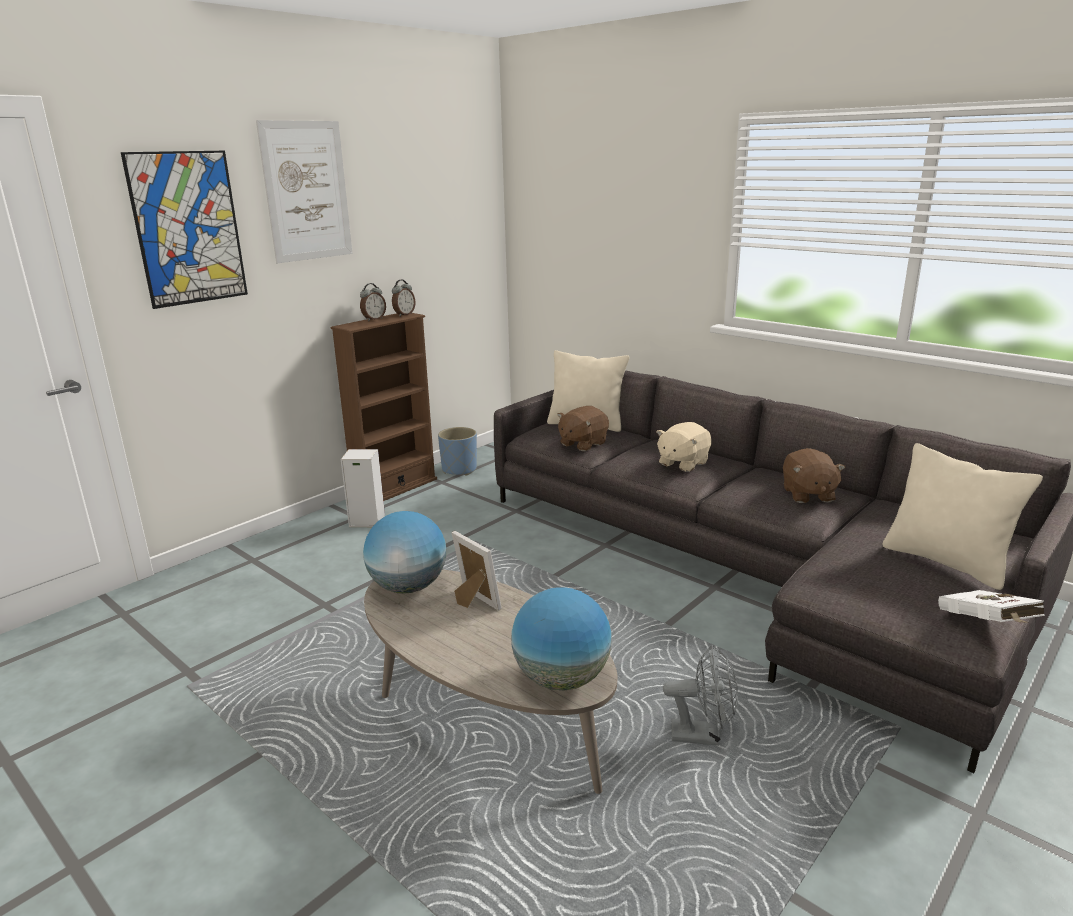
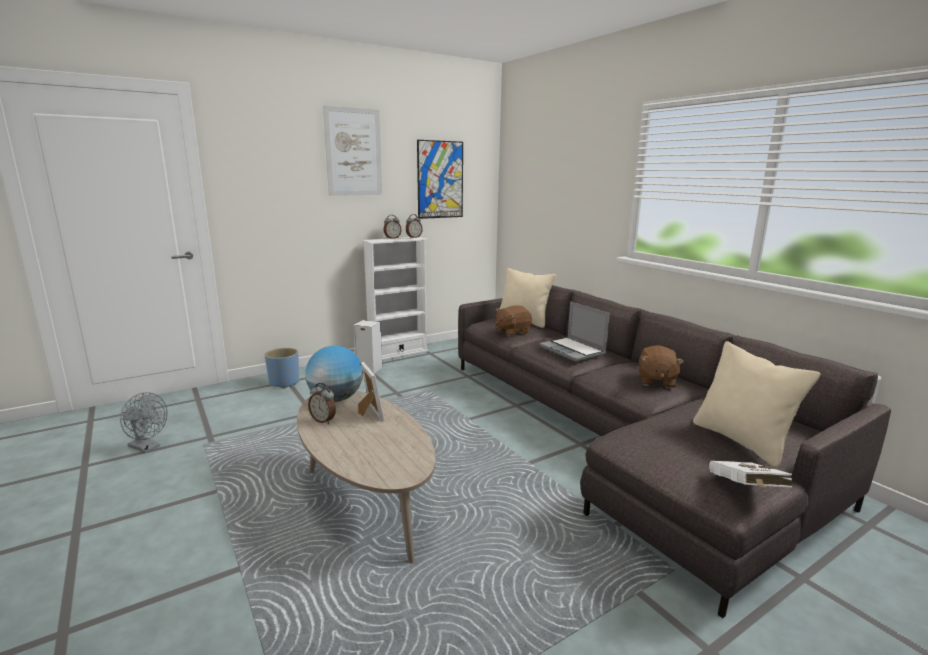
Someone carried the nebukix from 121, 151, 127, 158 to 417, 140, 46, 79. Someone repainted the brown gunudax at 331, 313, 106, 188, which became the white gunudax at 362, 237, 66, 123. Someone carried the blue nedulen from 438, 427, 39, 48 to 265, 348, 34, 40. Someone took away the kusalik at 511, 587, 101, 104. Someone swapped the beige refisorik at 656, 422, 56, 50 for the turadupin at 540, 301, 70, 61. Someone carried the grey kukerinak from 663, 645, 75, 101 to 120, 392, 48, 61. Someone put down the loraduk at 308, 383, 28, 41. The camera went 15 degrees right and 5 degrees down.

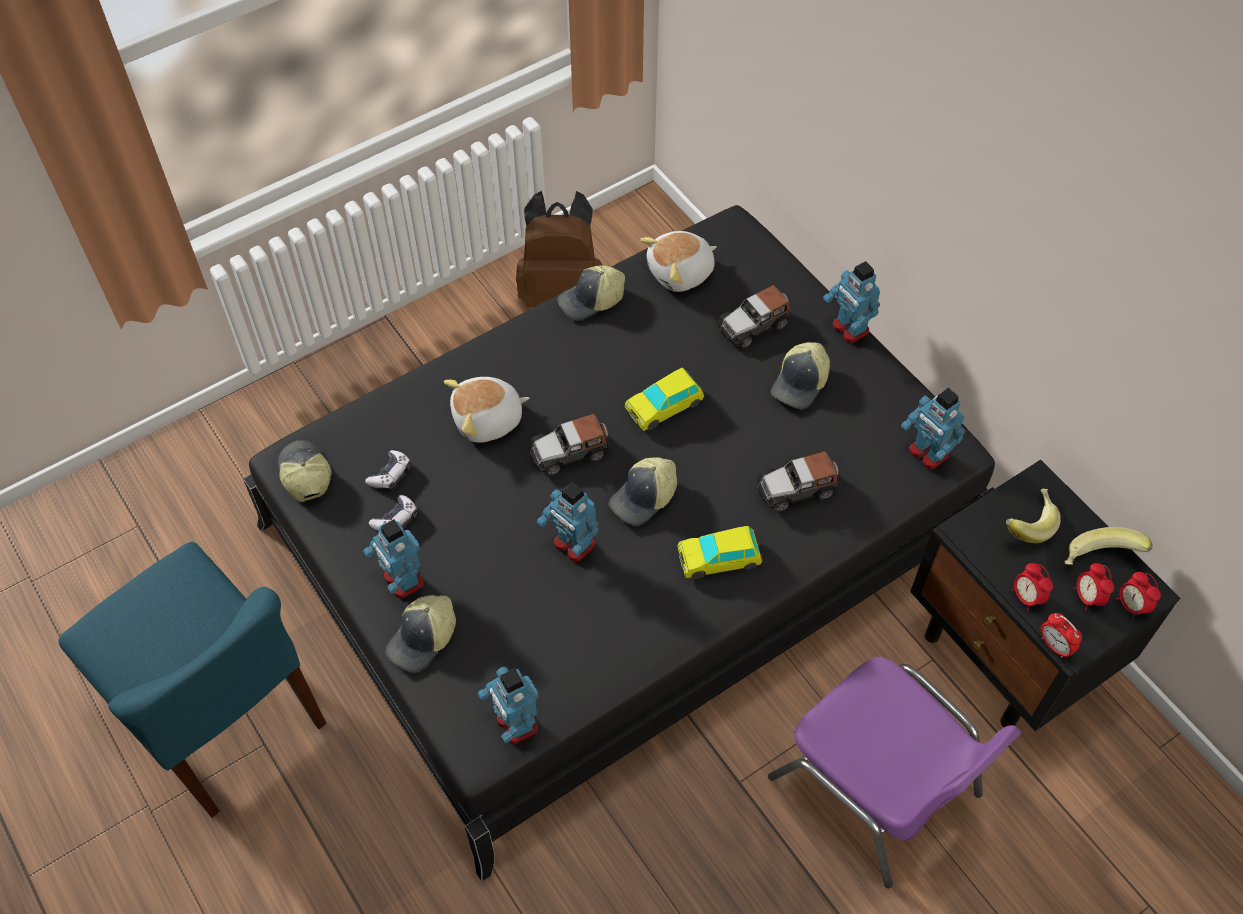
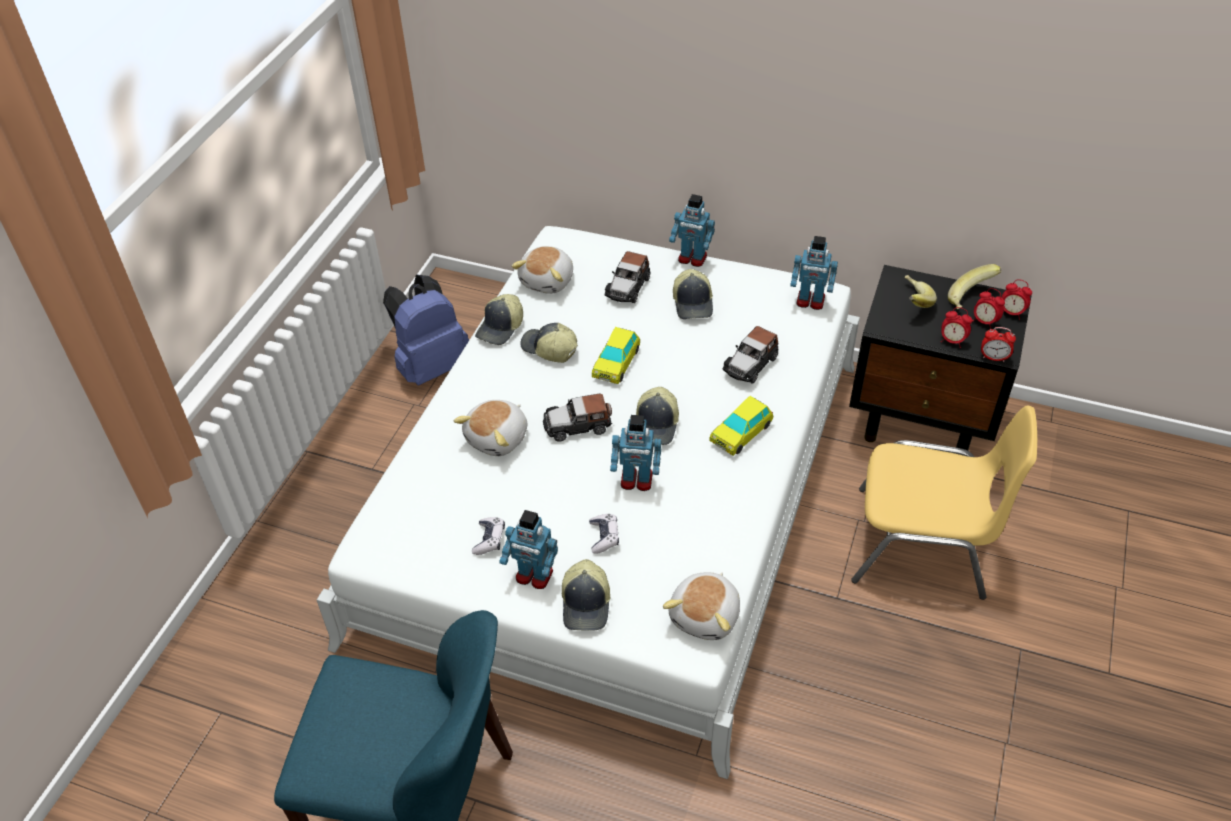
Someone repainted the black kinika at 243, 205, 752, 676, which became the white kinika at 317, 226, 543, 553. Someone carried the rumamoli from 278, 440, 54, 62 to 520, 323, 58, 40. Someone carried the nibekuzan from 365, 450, 46, 39 to 589, 514, 30, 40. Someone swapped the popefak at 478, 667, 60, 77 for the refisorik at 663, 572, 77, 68. Someone repainted the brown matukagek at 516, 191, 87, 116, which became the blue matukagek at 383, 275, 86, 110. Someone rotated the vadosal at 529, 414, 80, 61 by 45 degrees clockwise. Someone repainted the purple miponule at 768, 657, 253, 231, which became the yellow miponule at 851, 405, 186, 195. The camera went 35 degrees left and 10 degrees down.

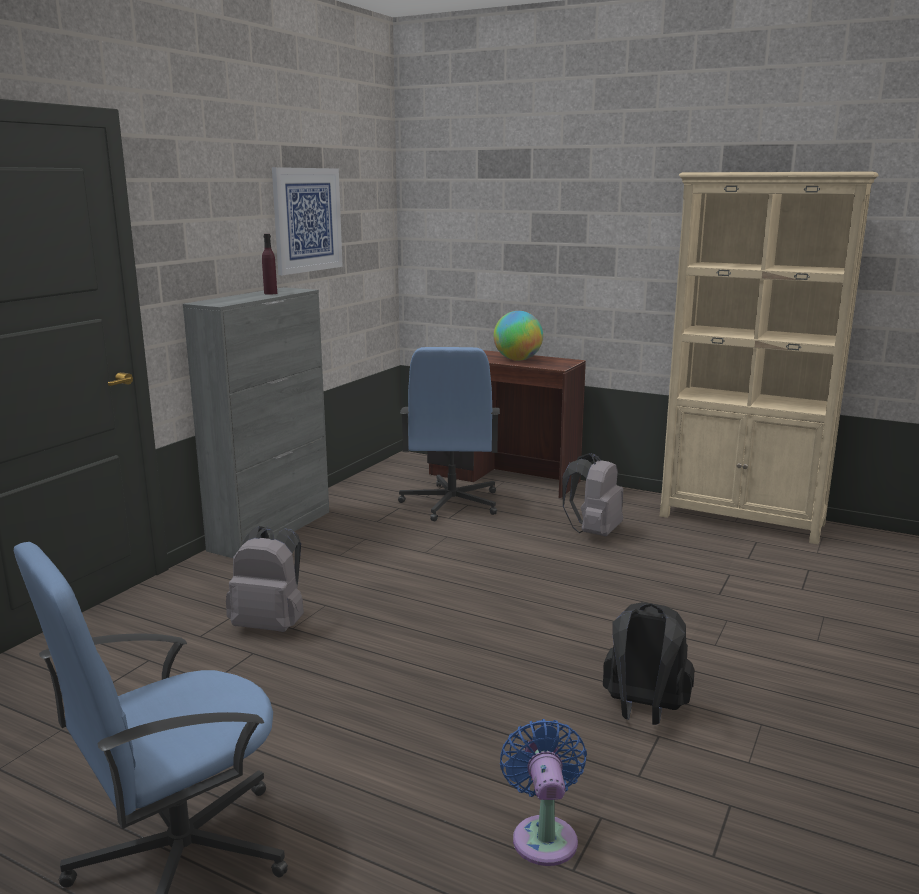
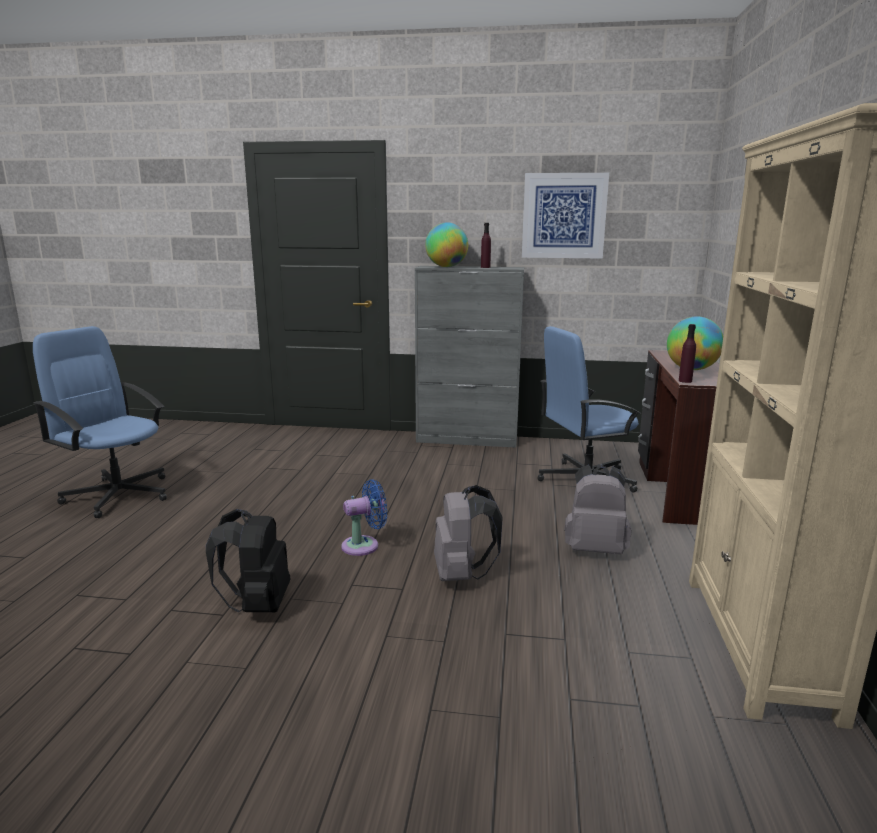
Someone carried the grey matukagek from 226, 526, 78, 106 to 434, 485, 68, 96. Someone carried the blue kukerinak from 500, 719, 87, 147 to 341, 479, 46, 77. Someone put down the kusalik at 425, 222, 43, 45. Someone put down the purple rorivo at 679, 324, 17, 59. The camera went 70 degrees right and 0 degrees up.

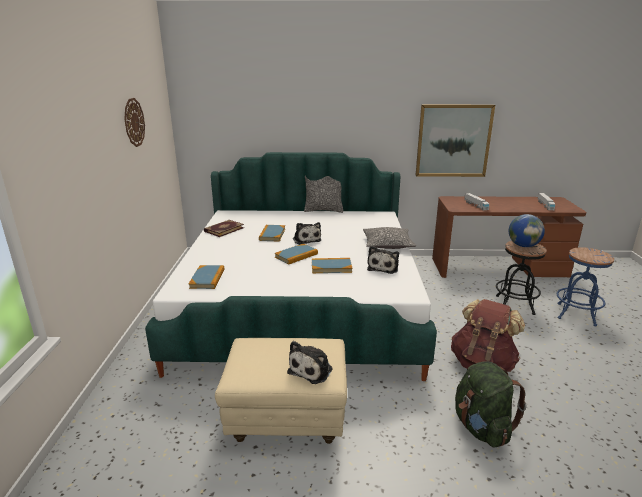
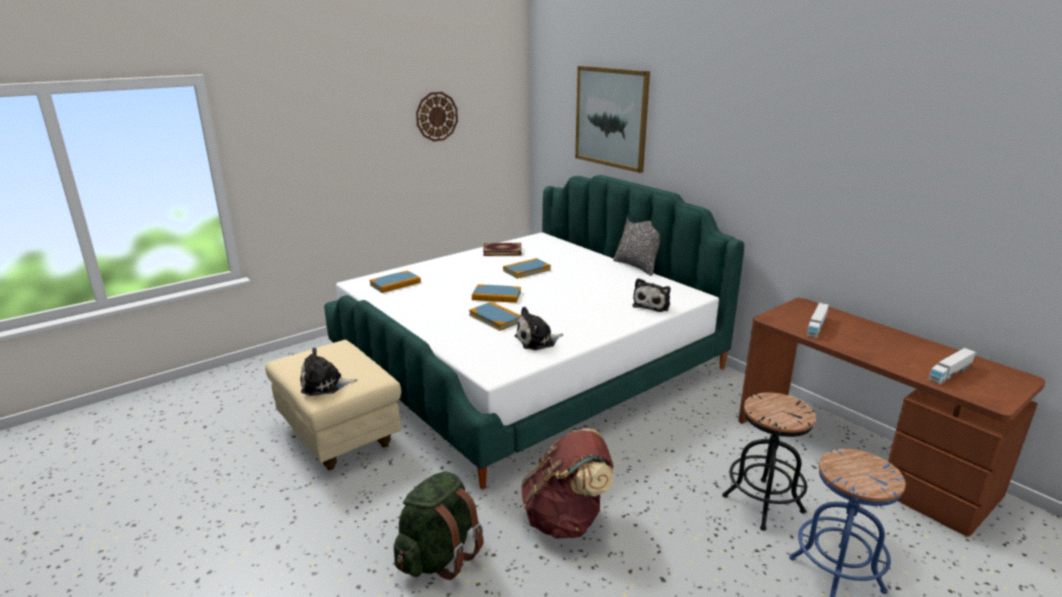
Someone carried the refisorik from 293, 222, 28, 23 to 632, 278, 39, 34. Someone took away the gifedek at 363, 227, 53, 22. Someone carried the nebukix from 415, 105, 80, 72 to 575, 66, 75, 107. Someone took away the kusalik at 509, 214, 36, 33. The camera went 50 degrees right and 0 degrees up.

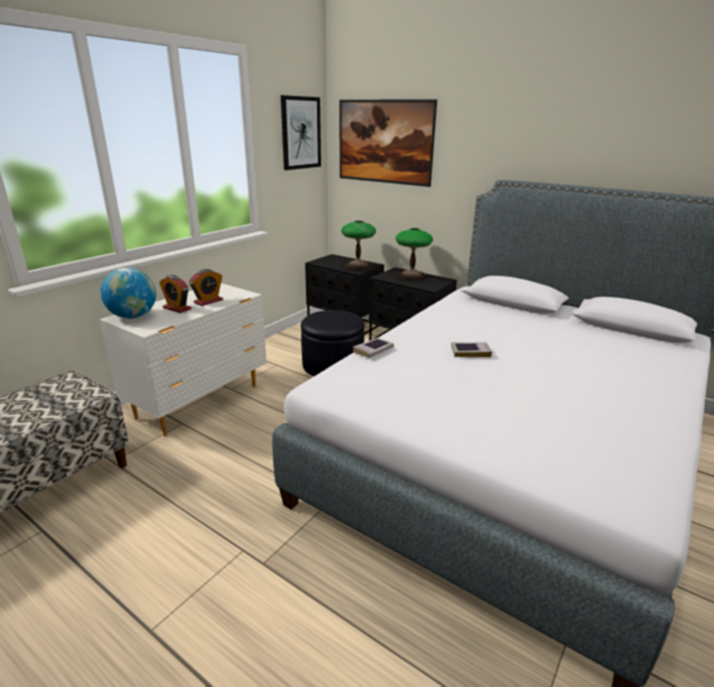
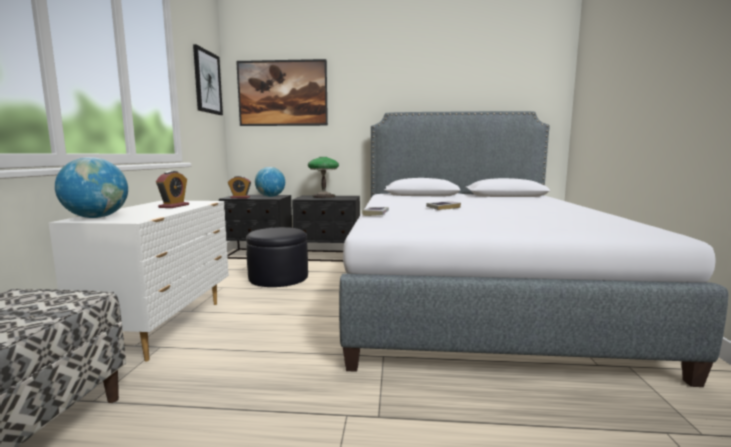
Someone carried the loraduk from 159, 275, 33, 38 to 228, 176, 23, 22. Someone swapped the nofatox at 341, 221, 35, 49 for the kusalik at 255, 167, 30, 30. The camera went 30 degrees left and 15 degrees down.

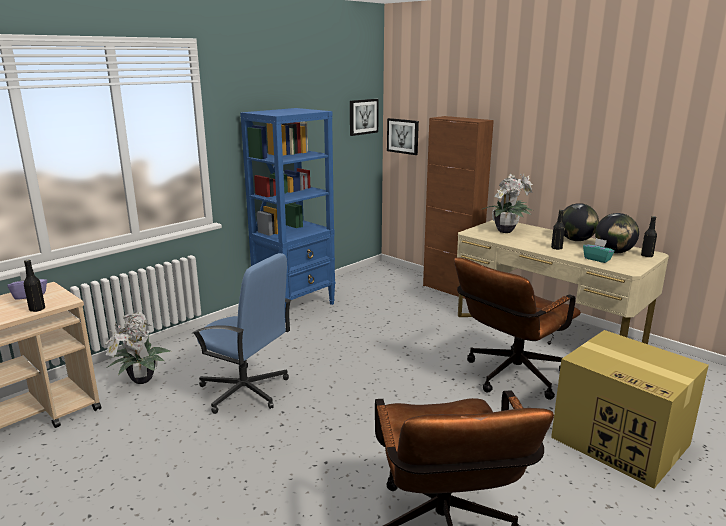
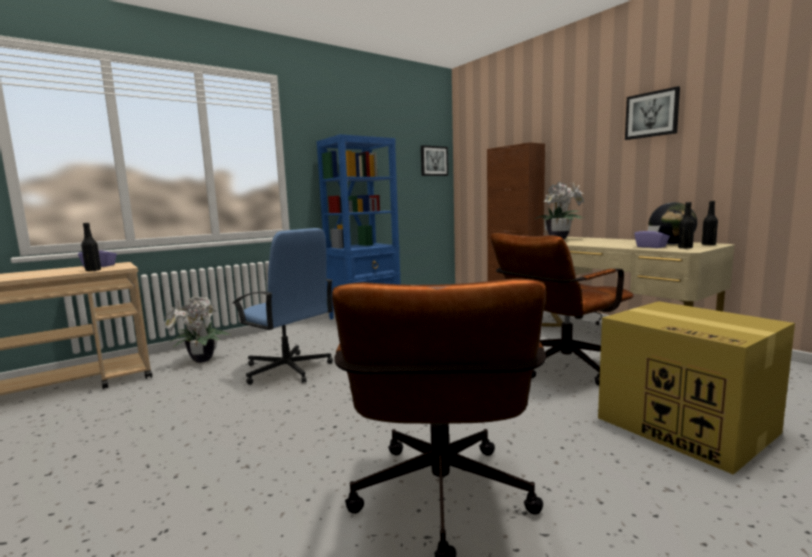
Someone carried the nebukix from 387, 118, 32, 37 to 625, 86, 55, 54. Someone carried the black rorivo from 551, 210, 14, 40 to 678, 202, 17, 47. Someone took away the kusalik at 563, 203, 36, 38. Someone repainted the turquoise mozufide at 583, 238, 32, 25, which became the purple mozufide at 634, 225, 36, 23. The camera went 10 degrees right and 10 degrees down.

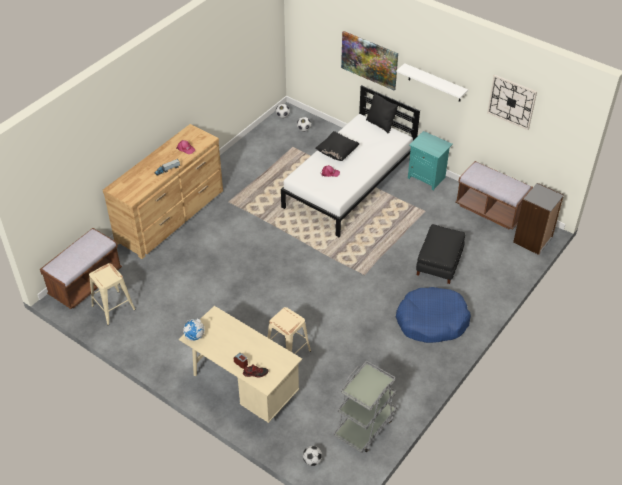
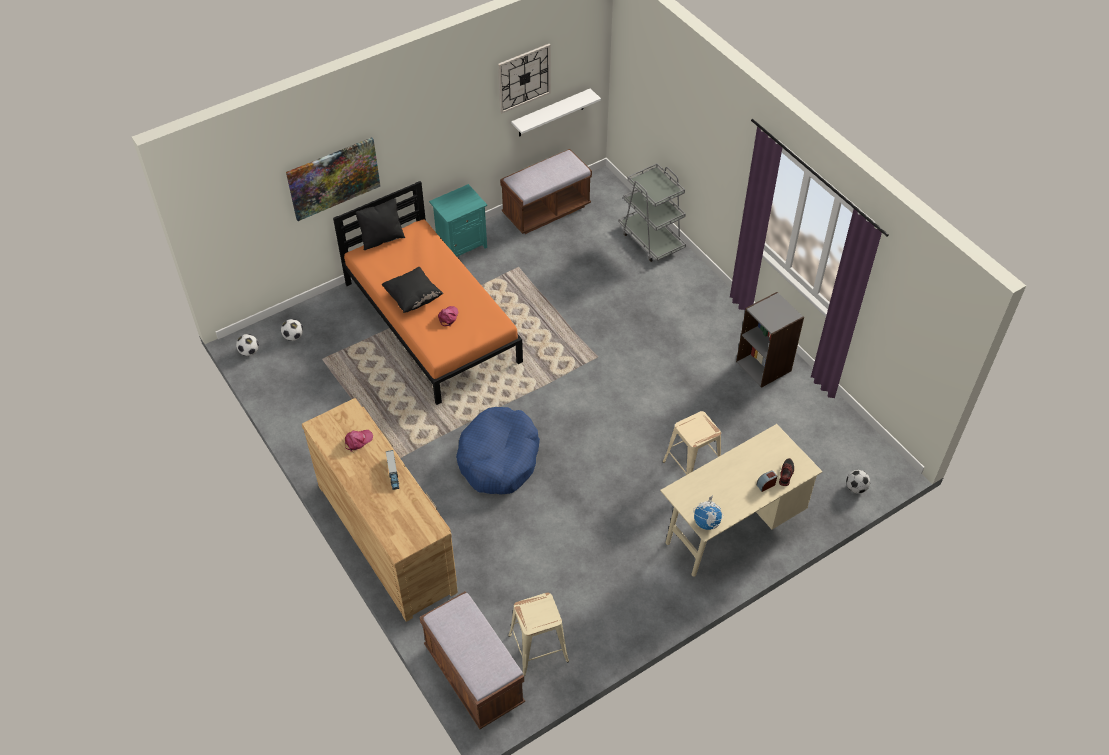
Someone repainted the white kinika at 281, 85, 139, 152, which became the orange kinika at 333, 181, 190, 224. Someone carried the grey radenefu from 333, 360, 64, 93 to 619, 163, 67, 99. Someone carried the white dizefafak from 396, 63, 72, 39 to 511, 88, 90, 49. Someone carried the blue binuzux from 396, 287, 75, 56 to 456, 407, 84, 88. Someone took away the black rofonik at 416, 224, 49, 60. Someone carried the grey gunudax from 513, 183, 51, 72 to 736, 292, 68, 96. The camera went 70 degrees left and 5 degrees up.

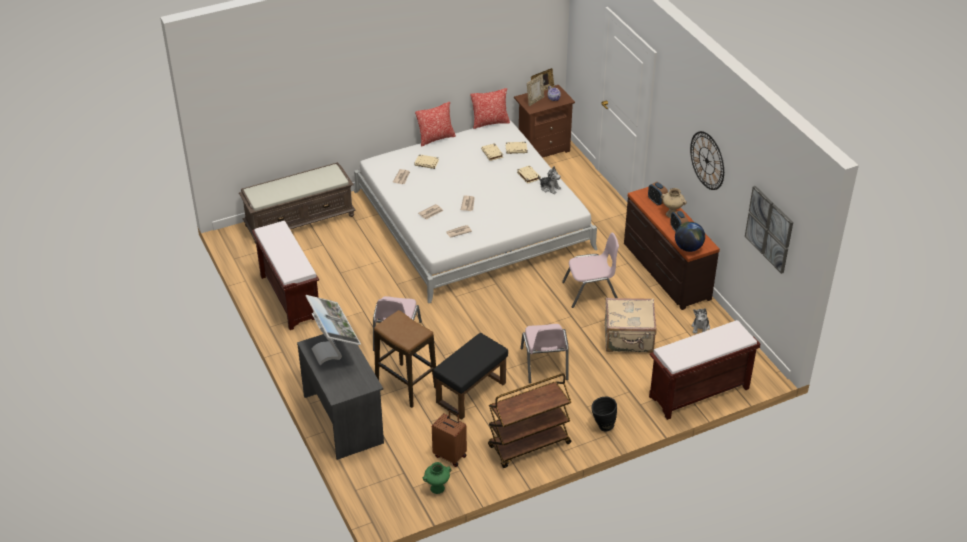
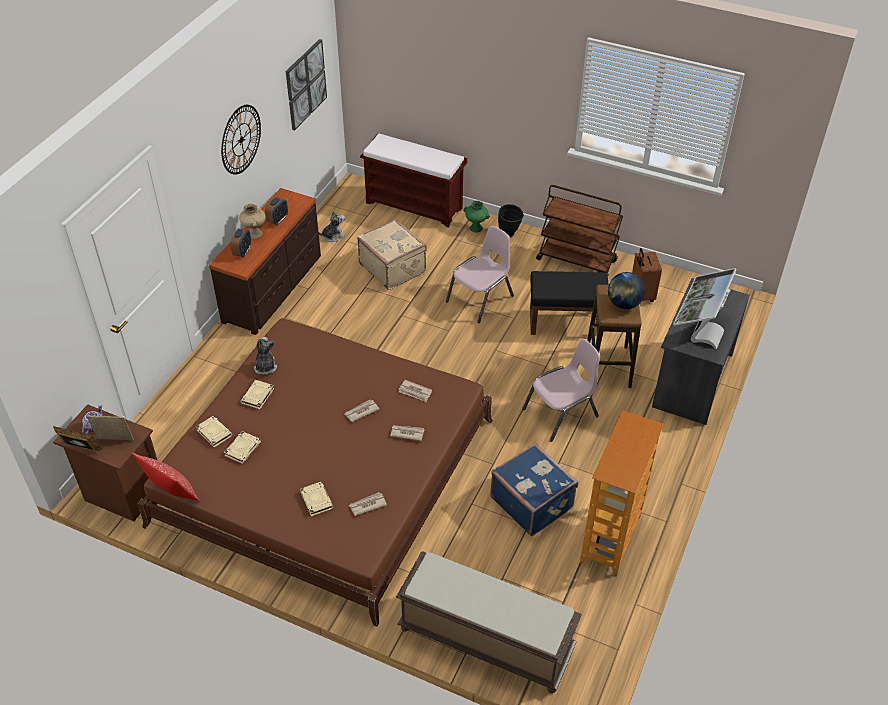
Someone swapped the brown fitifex at 252, 221, 67, 109 for the gunudax at 580, 410, 84, 166. Someone repainted the white kinika at 354, 119, 244, 184, which became the brown kinika at 137, 318, 356, 309. Someone took away the gifedek at 415, 102, 41, 45. Someone carried the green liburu from 423, 462, 28, 32 to 463, 201, 27, 31. Someone took away the pink miponule at 562, 233, 57, 75. Someone carried the kusalik from 675, 222, 30, 30 to 608, 272, 37, 37. Someone put down the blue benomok at 490, 443, 88, 93. The camera went 130 degrees left and 5 degrees up.

